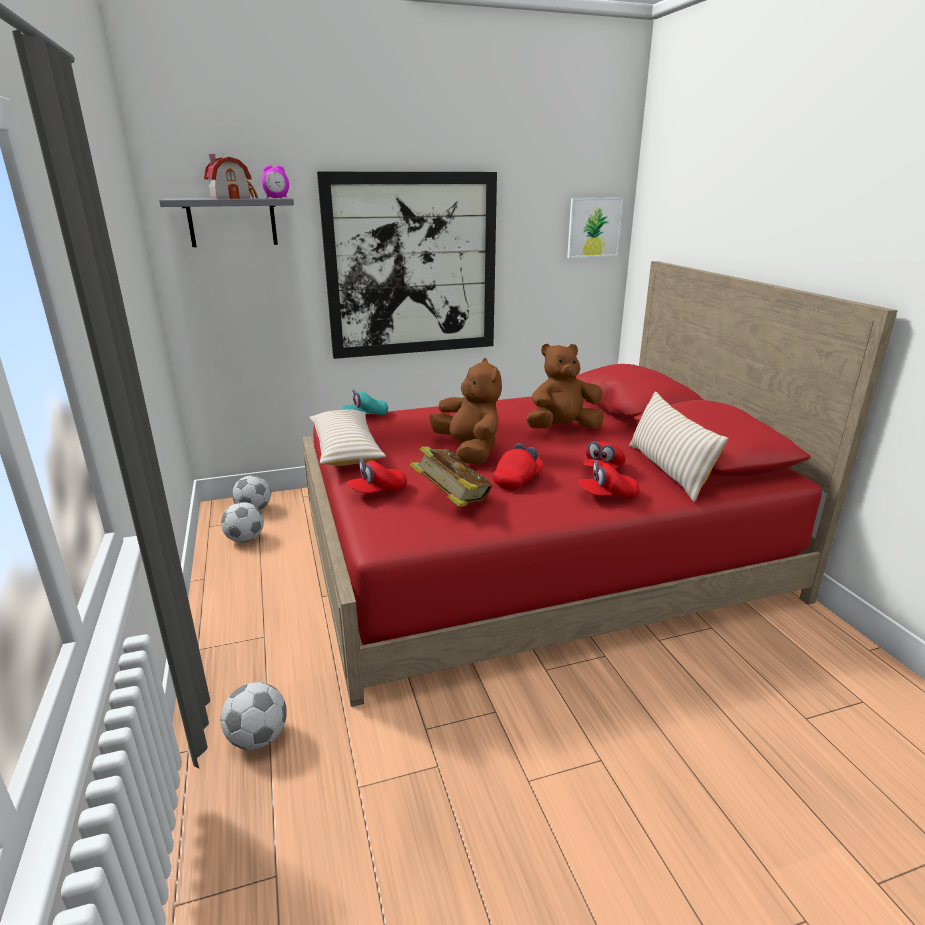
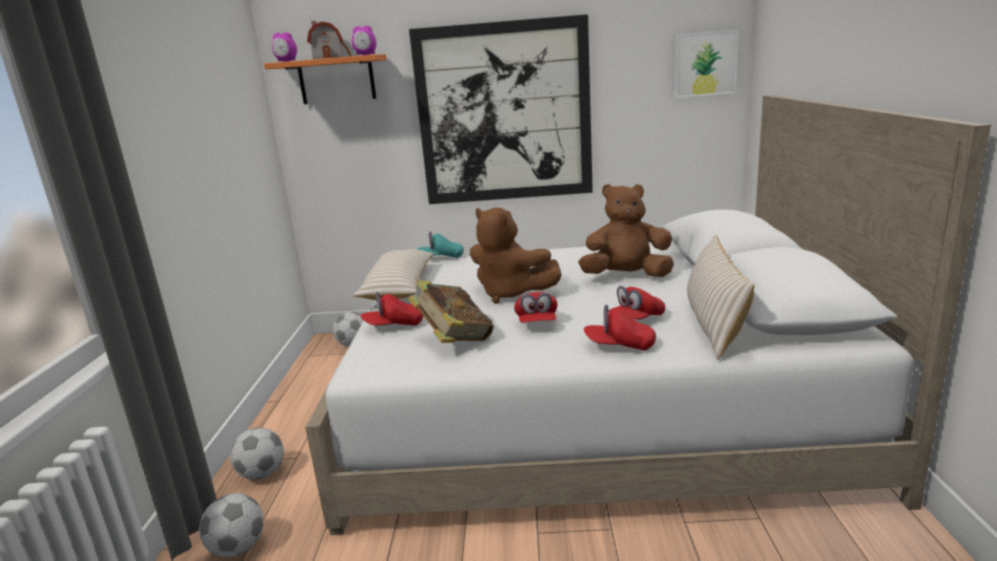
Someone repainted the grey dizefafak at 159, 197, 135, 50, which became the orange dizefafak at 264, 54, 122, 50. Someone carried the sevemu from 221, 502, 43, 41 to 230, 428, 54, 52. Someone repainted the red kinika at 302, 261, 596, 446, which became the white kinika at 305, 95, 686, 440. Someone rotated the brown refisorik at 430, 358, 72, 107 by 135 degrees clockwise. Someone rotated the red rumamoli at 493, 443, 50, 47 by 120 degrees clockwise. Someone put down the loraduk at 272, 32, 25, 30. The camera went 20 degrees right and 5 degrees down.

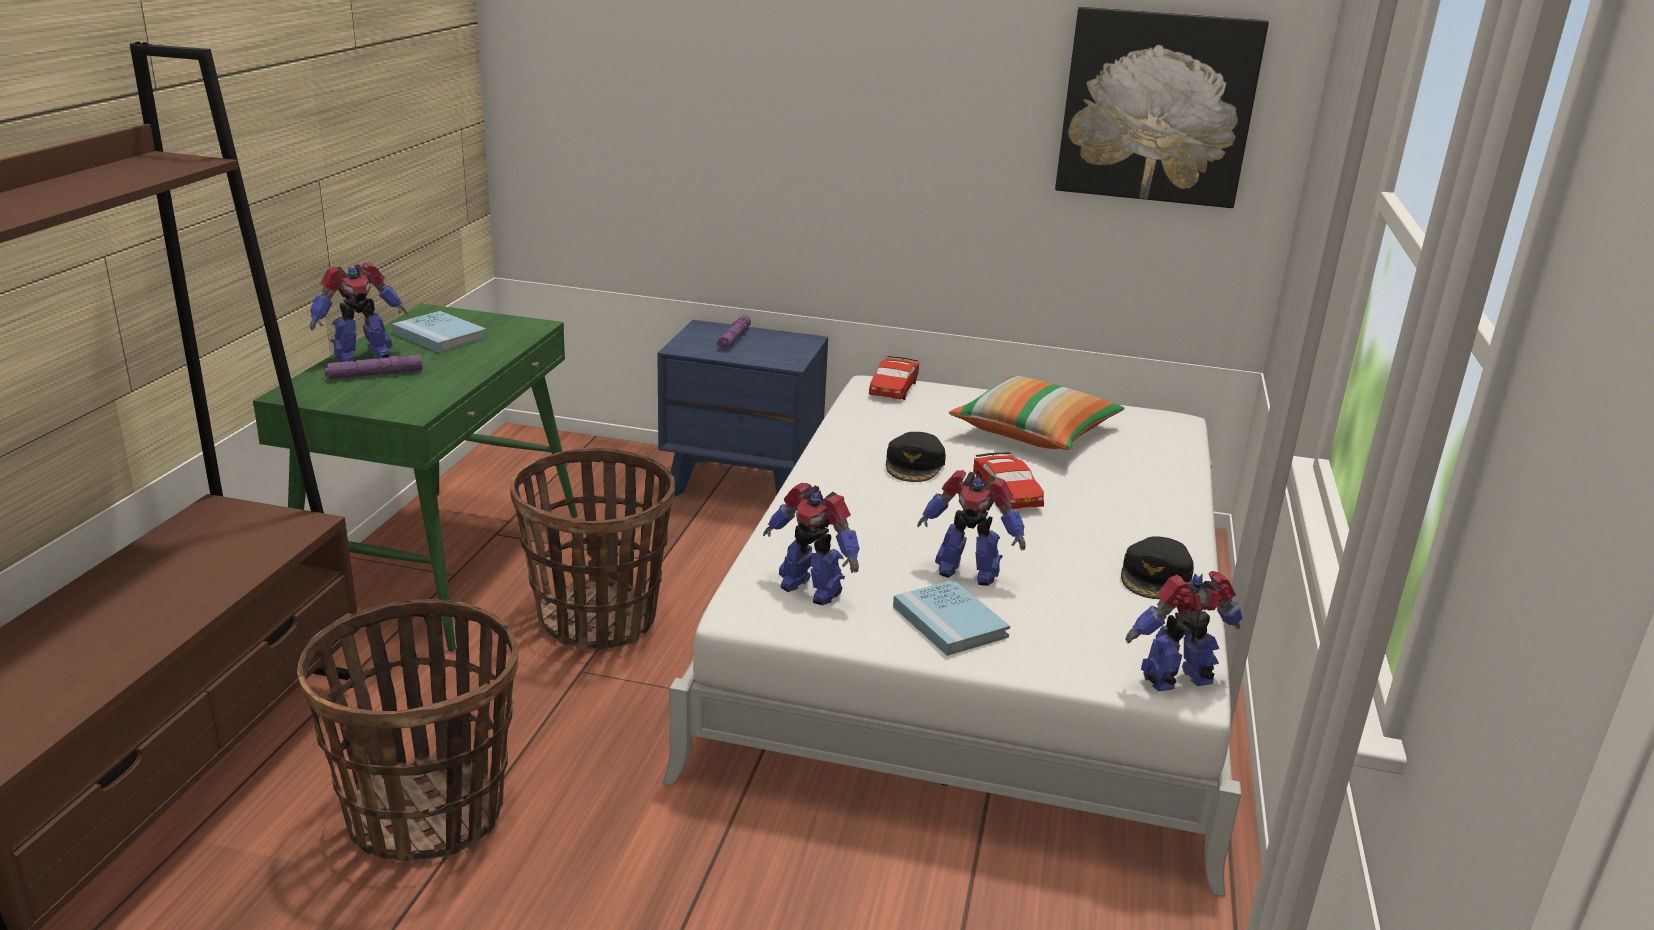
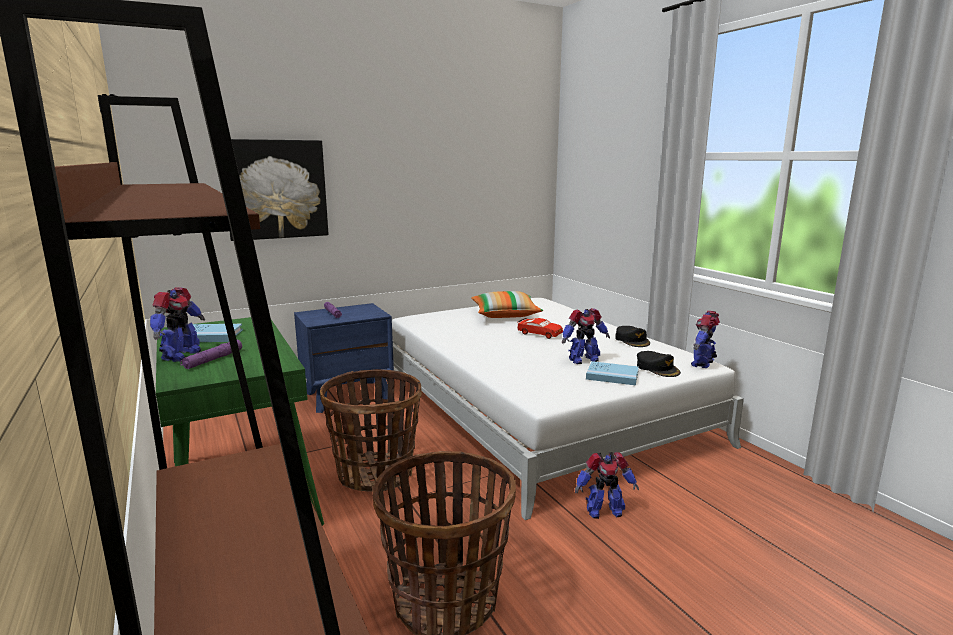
Someone carried the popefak from 763, 483, 97, 122 to 575, 452, 64, 67. Someone took away the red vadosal at 869, 356, 50, 44. Someone carried the black rumamoli from 886, 432, 60, 50 to 637, 351, 44, 26. Someone carried the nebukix from 1055, 7, 214, 201 to 229, 139, 99, 102. The camera went 40 degrees left and 10 degrees down.

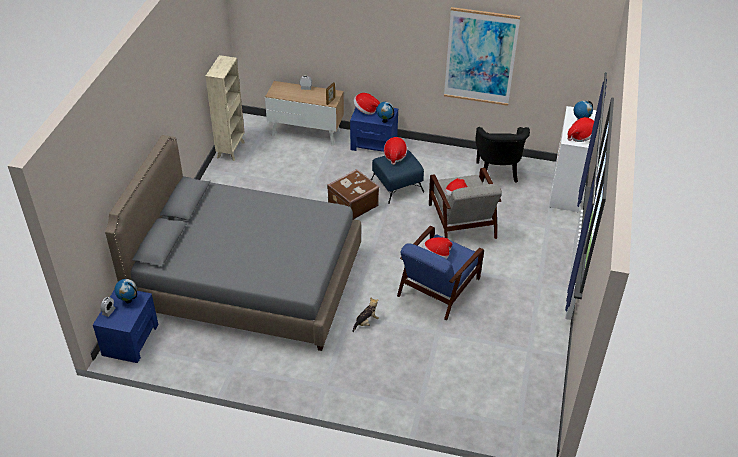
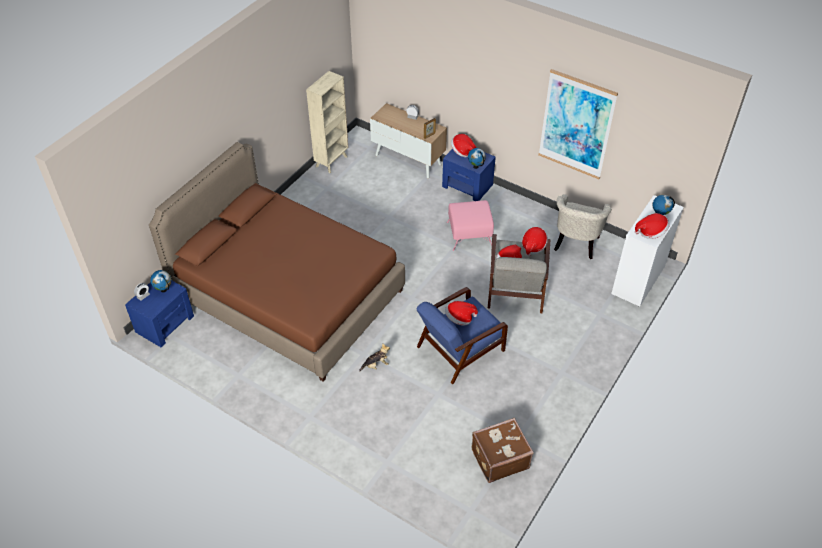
Someone repainted the grey kinika at 105, 135, 256, 216, which became the brown kinika at 149, 142, 256, 240. Someone carried the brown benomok from 327, 169, 52, 51 to 472, 418, 61, 65. Someone repainted the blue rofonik at 371, 150, 53, 54, which became the pink rofonik at 447, 200, 47, 51. Someone carried the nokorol from 384, 137, 23, 28 to 522, 227, 26, 29. Someone repainted the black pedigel at 475, 127, 55, 56, which became the beige pedigel at 554, 194, 58, 65. The camera went 20 degrees right and 5 degrees up.

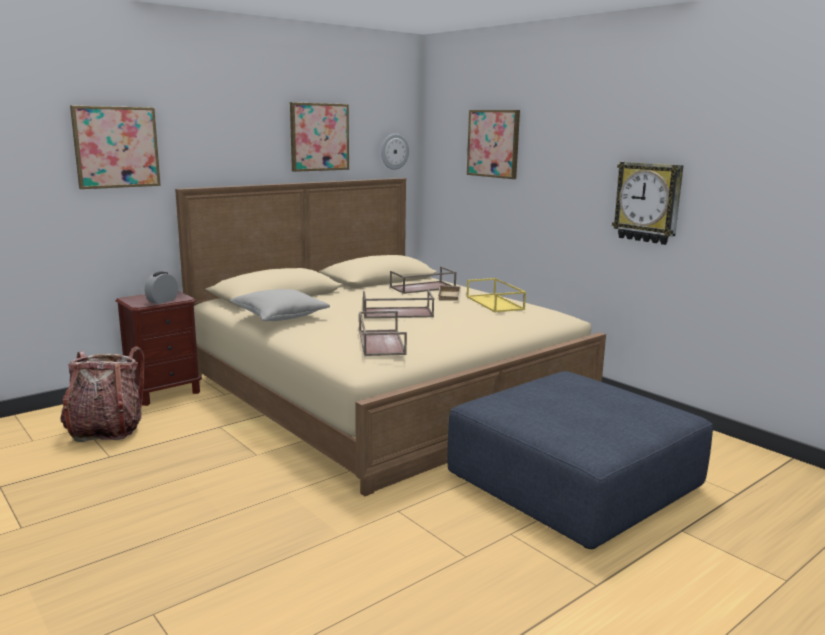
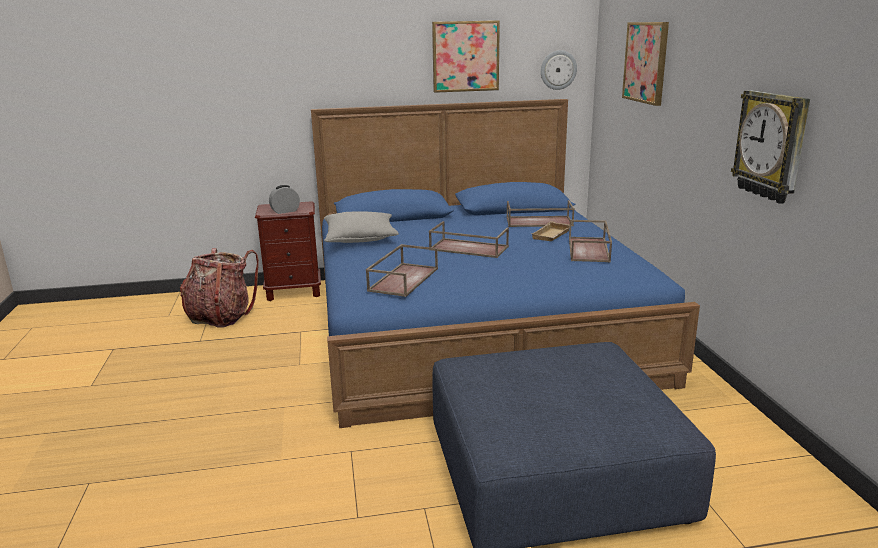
Someone took away the nebukix at 70, 105, 91, 84. Someone repainted the beige kinika at 175, 178, 431, 318, which became the blue kinika at 311, 99, 389, 329. Someone repainted the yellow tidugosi at 466, 278, 60, 35, which became the brown tidugosi at 569, 220, 43, 42. The camera went 30 degrees right and 5 degrees up.

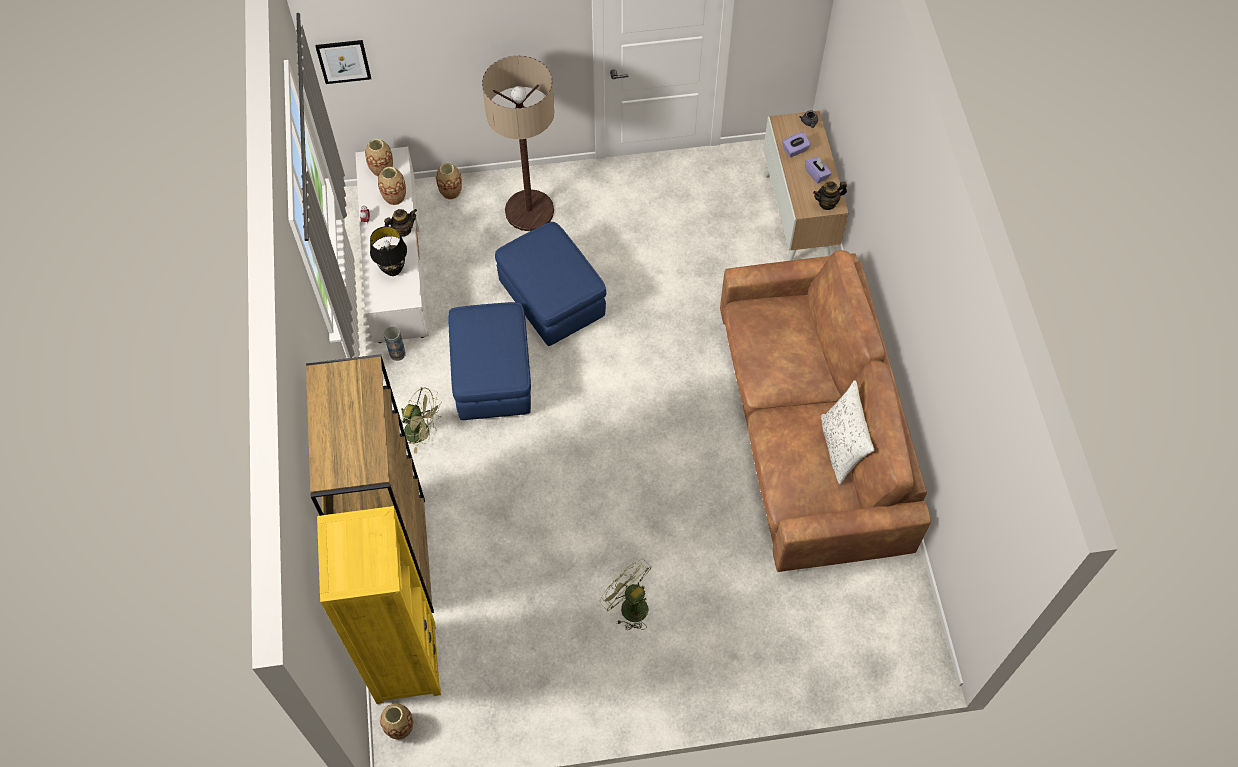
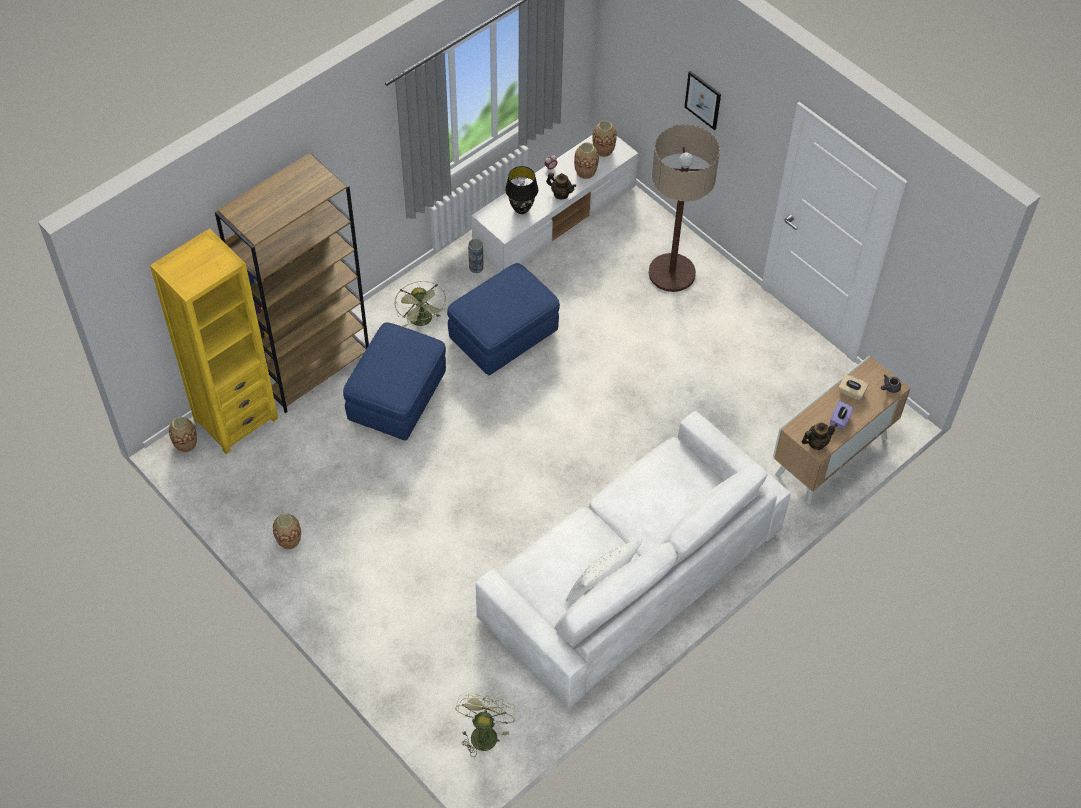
Someone carried the nebukix from 315, 40, 56, 44 to 684, 71, 37, 59. Someone carried the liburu from 436, 163, 26, 36 to 273, 514, 28, 36. Someone carried the blue rofonik from 495, 222, 111, 124 to 343, 322, 103, 119. Someone carried the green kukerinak from 600, 559, 52, 71 to 455, 693, 61, 64. Someone repainted the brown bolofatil at 720, 250, 211, 322, which became the white bolofatil at 476, 411, 315, 298. Someone repainted the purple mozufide at 782, 132, 29, 25, which became the beige mozufide at 839, 374, 29, 26. Someone rotated the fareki at 813, 181, 34, 29 by 120 degrees clockwise. The camera went 55 degrees right and 5 degrees down.

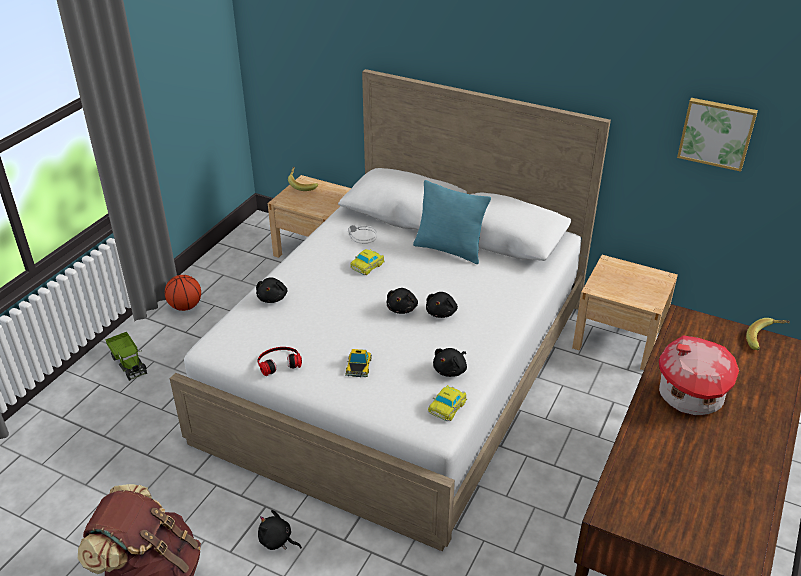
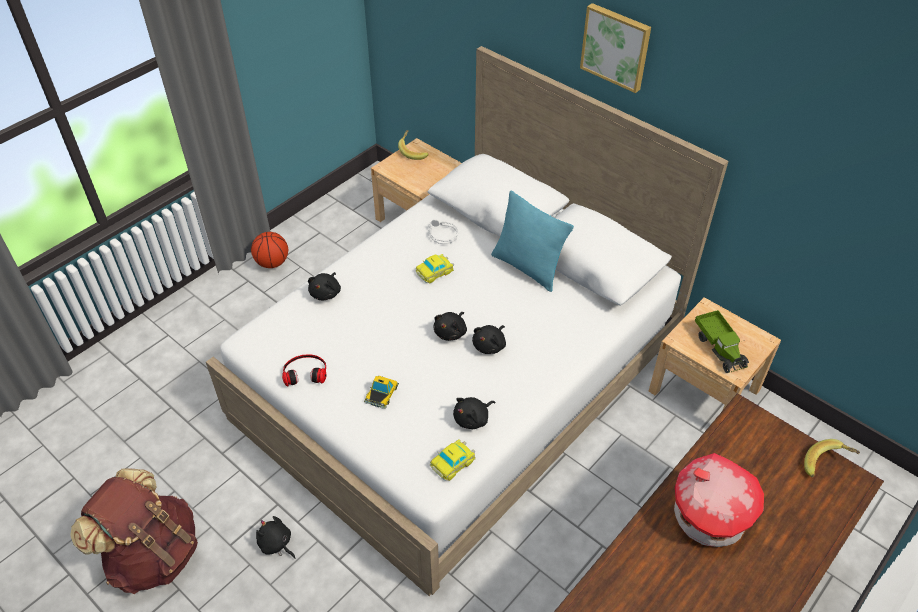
Someone carried the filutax from 105, 332, 42, 49 to 695, 310, 54, 63. Someone carried the nebukix from 677, 98, 81, 74 to 580, 3, 71, 90. The camera went 15 degrees right and 10 degrees up.

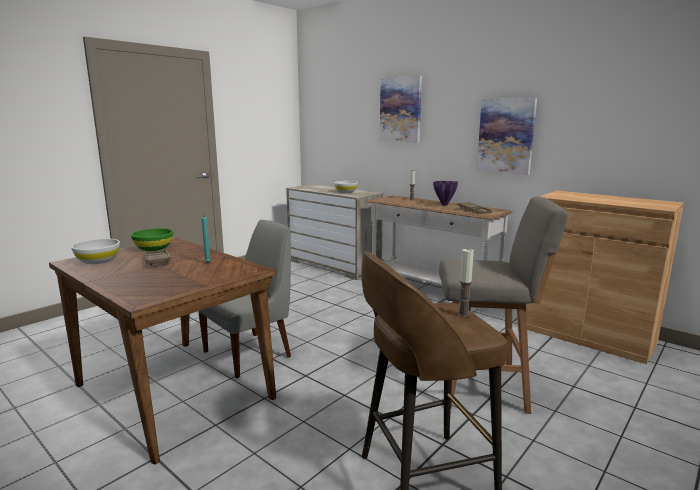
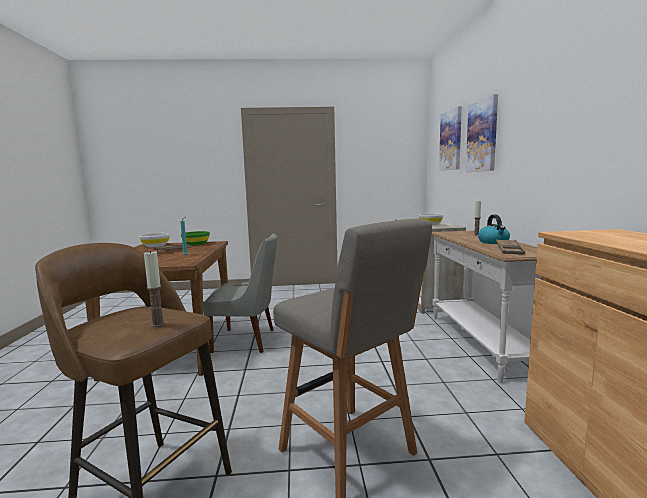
Someone swapped the purple liburu at 433, 181, 25, 25 for the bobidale at 478, 214, 32, 30. Someone carried the nebukix from 477, 98, 60, 77 to 439, 106, 23, 65. The camera went 45 degrees right and 5 degrees down.

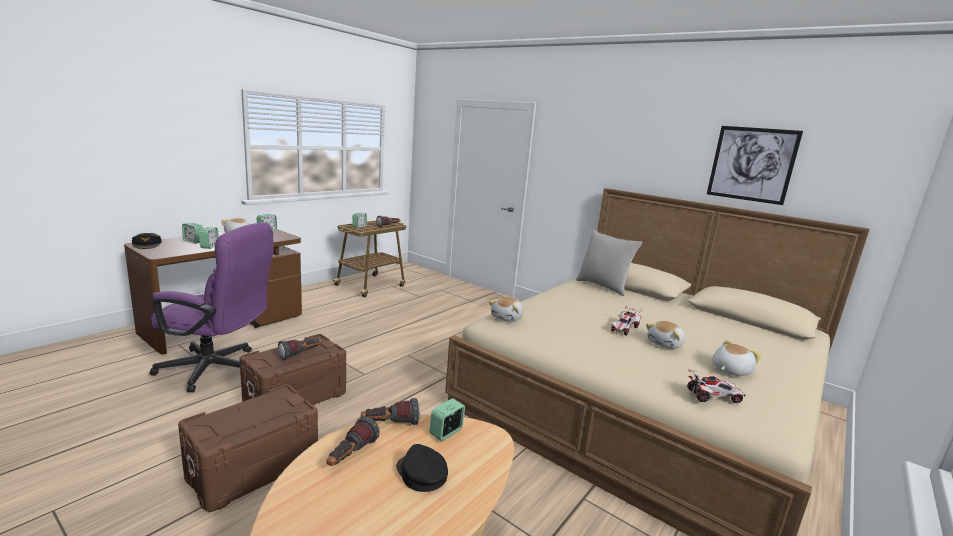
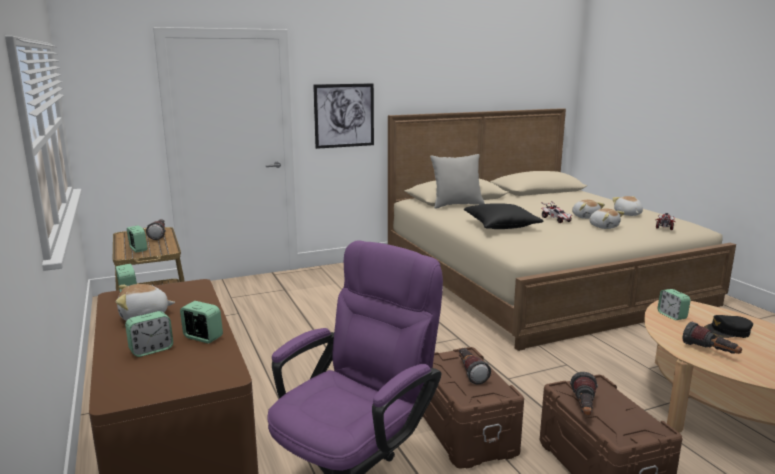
Someone took away the black rumamoli at 132, 233, 30, 16. Someone carried the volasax from 361, 398, 59, 27 to 570, 372, 28, 43. Someone carried the refisorik from 489, 297, 34, 25 to 589, 208, 36, 21. Someone carried the nebukix from 707, 126, 96, 79 to 313, 83, 61, 66. Someone put down the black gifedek at 464, 203, 79, 26. The camera went 60 degrees left and 0 degrees up.

